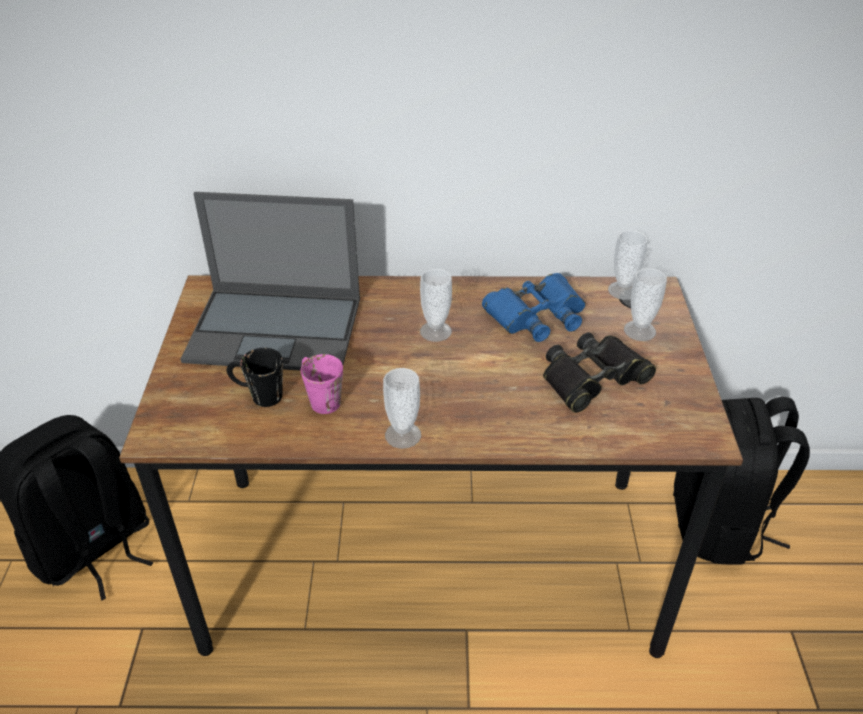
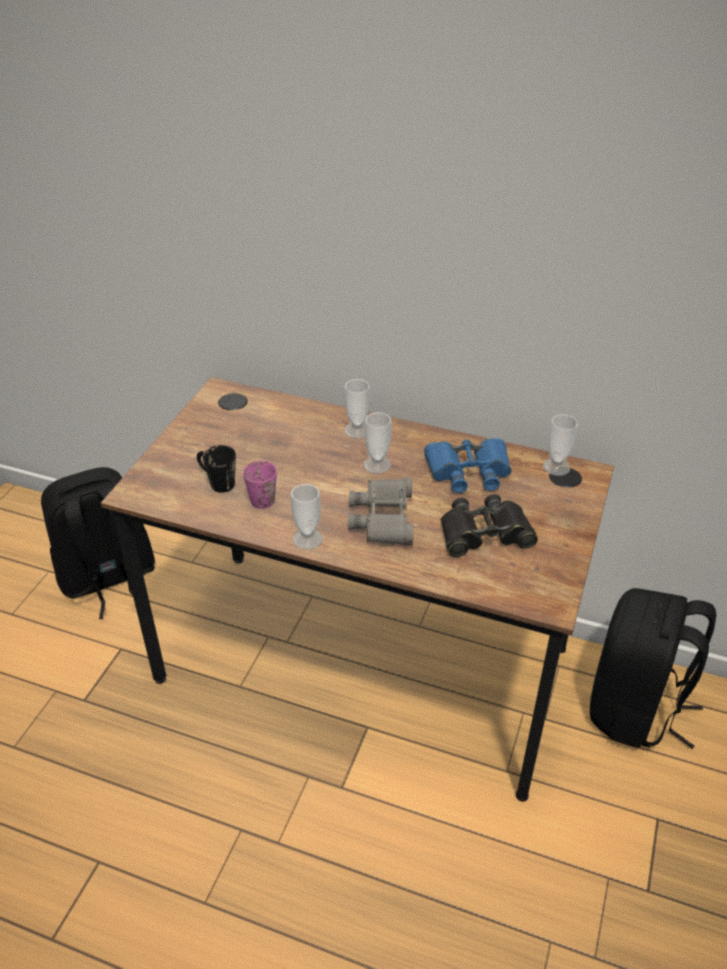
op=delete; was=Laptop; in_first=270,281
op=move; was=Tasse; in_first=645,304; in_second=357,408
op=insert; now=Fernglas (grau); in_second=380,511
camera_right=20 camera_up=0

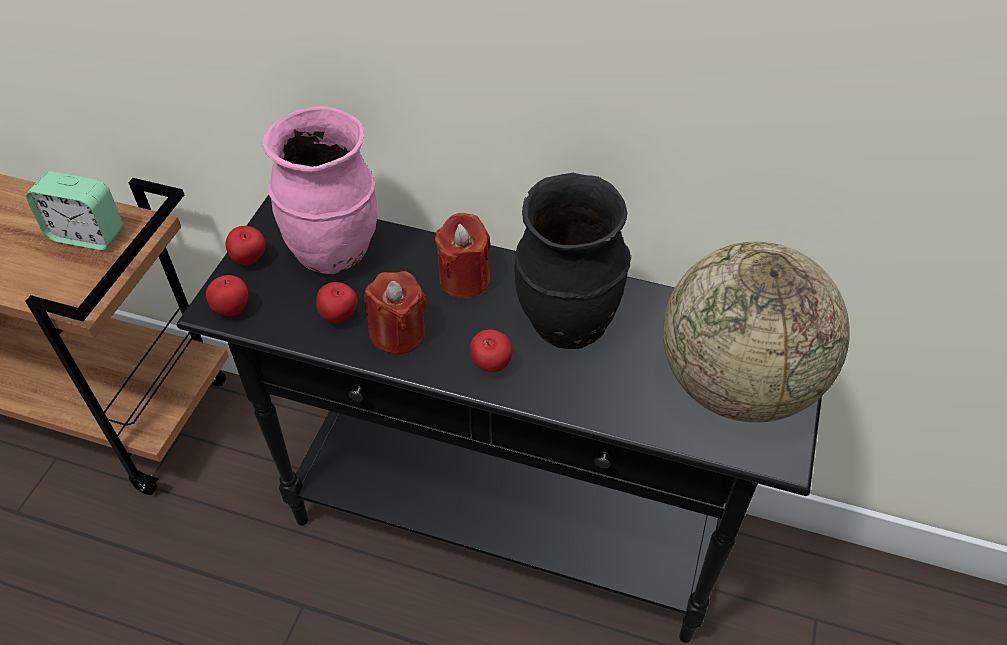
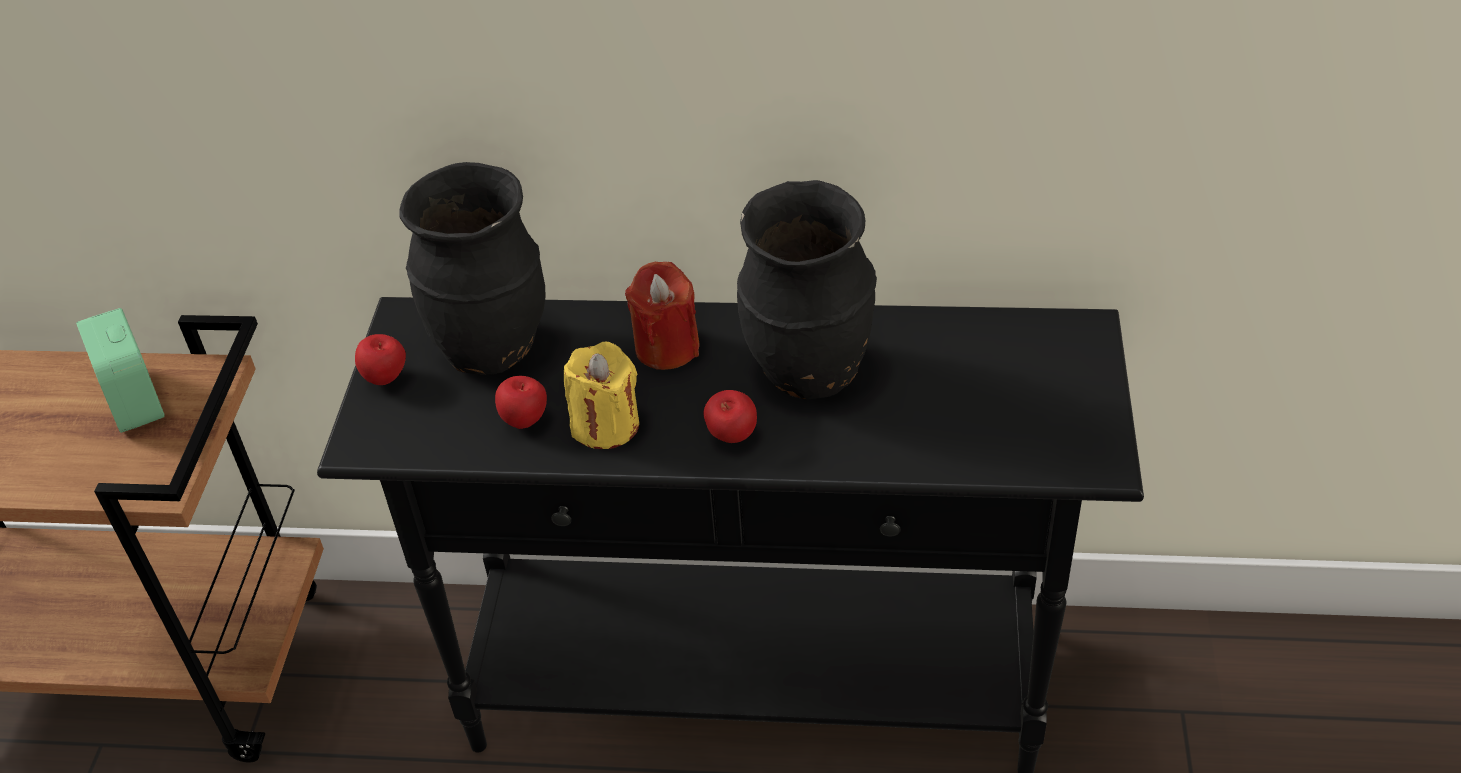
op=rotate; was=Wecker; in_first=74,211; in_second=120,370; clockwise=60
op=delete; was=Apfel; in_first=227,295
op=recolor; was=Vase (rosa); now=Vase (schwarz); in_first=320,190; in_second=472,268
op=recolor; was=Kerze (rot); now=Kerze (gelb); in_first=395,313; in_second=601,395
op=delete; was=Globus; in_first=756,332
camera_right=-10 camera_up=-5

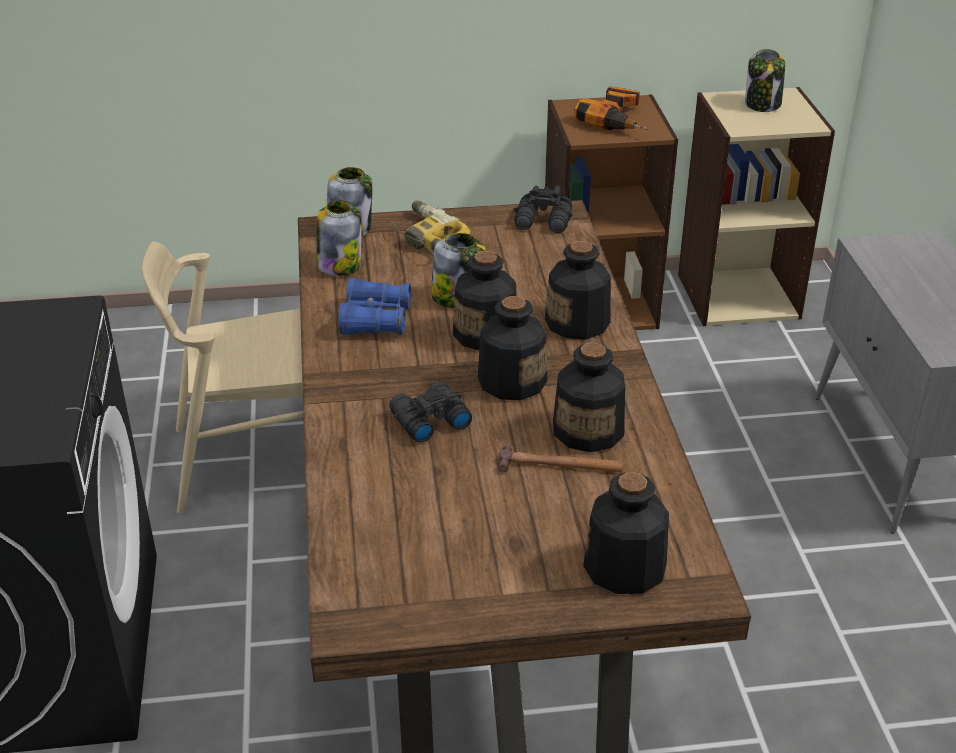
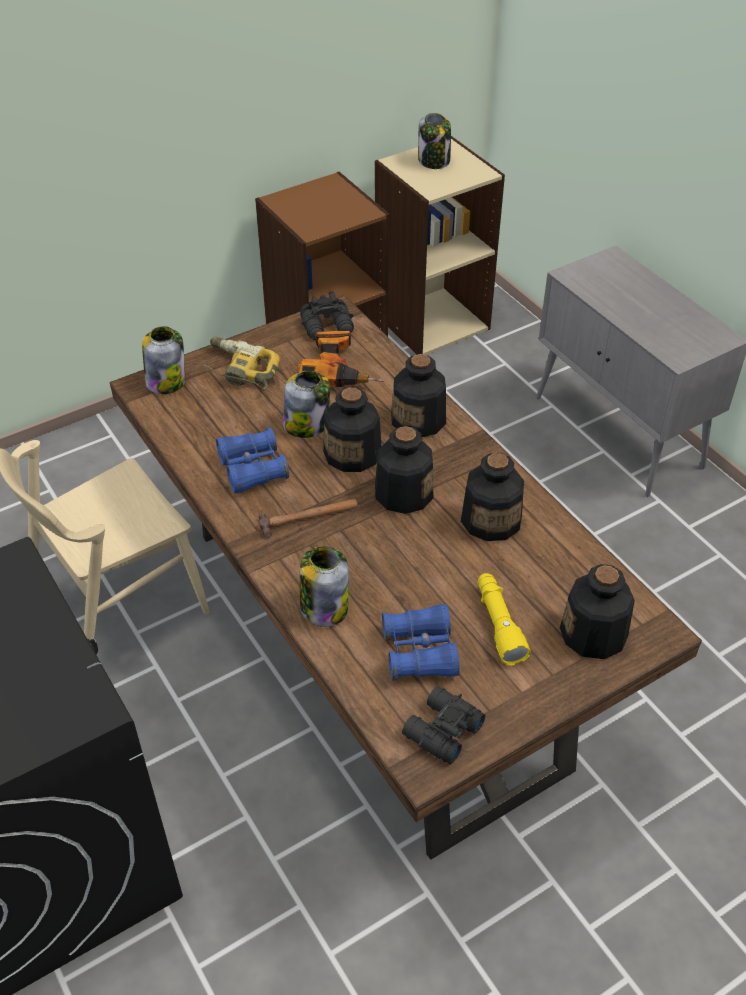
op=move; was=Vorratsglas; in_first=338,238; in_second=324,586
op=move; was=Fernglas (schwarz); in_first=430,412; in_second=444,725
op=move; was=Hammer; in_first=560,459; in_second=308,518
op=move; was=Bohrmaschine; in_first=611,108; in_second=340,359
op=insert; now=Fernglas (blau); in_second=421,642
op=insert; now=Taschenlampe (gelb); in_second=504,619
camera_right=-25 camera_up=10

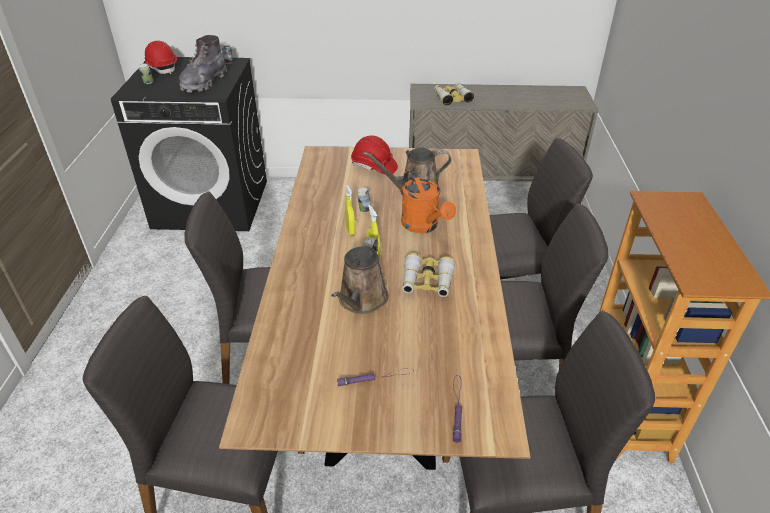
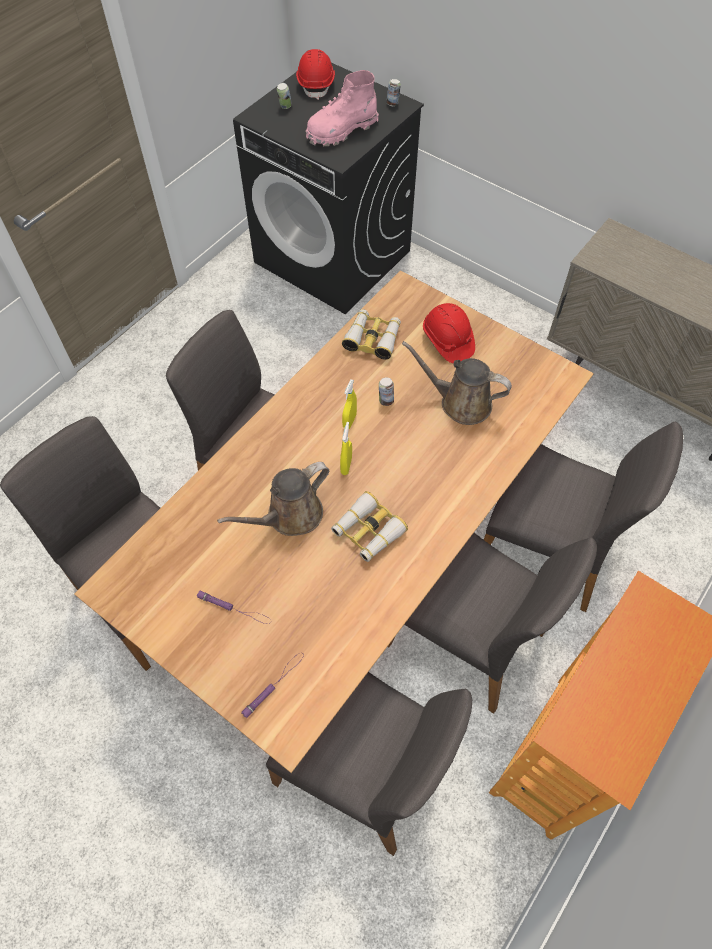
op=recolor; was=Stiefel (grau); now=Stiefel (rosa); in_first=203,64; in_second=342,108
op=delete; was=Gießkanne (orange); in_first=428,201
op=move; was=Fernglas; in_first=454,94; in_second=371,334
camera_right=35 camera_up=20

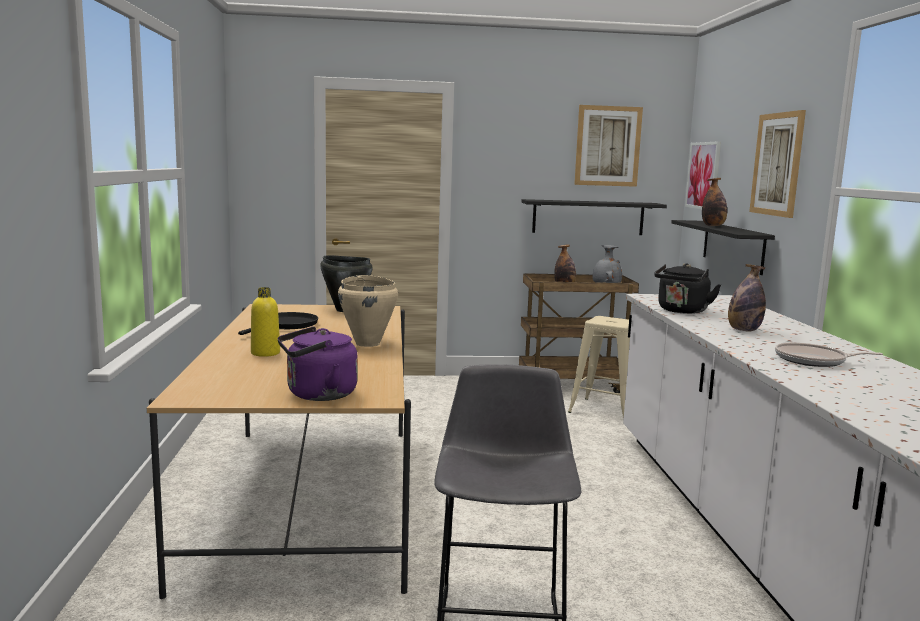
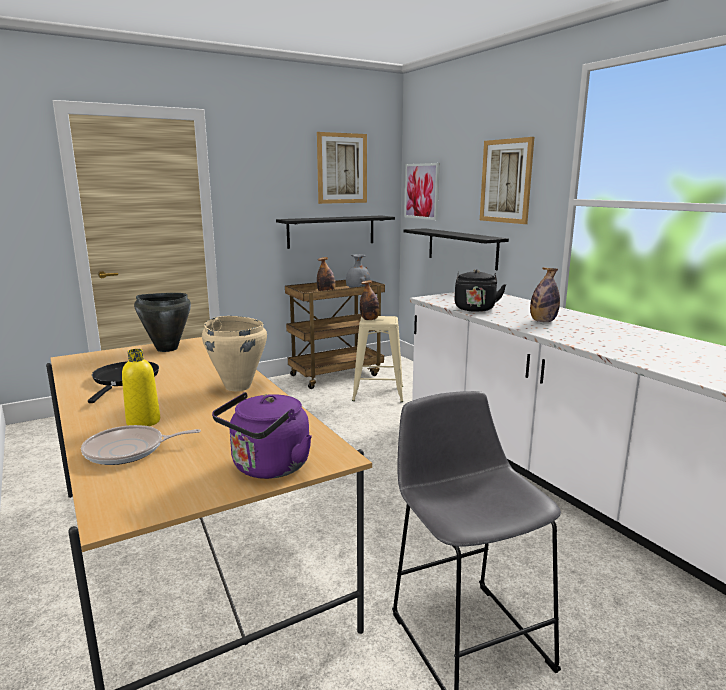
op=move; was=Flasche; in_first=714,202; in_second=370,300
op=move; was=Pfanne; in_first=829,355; in_second=141,445
camera_right=-25 camera_up=5

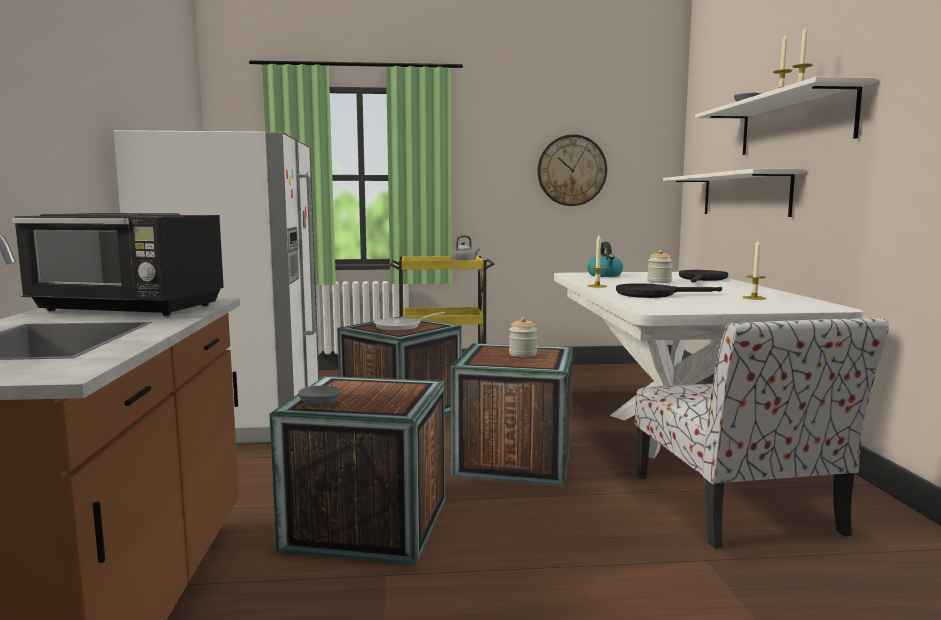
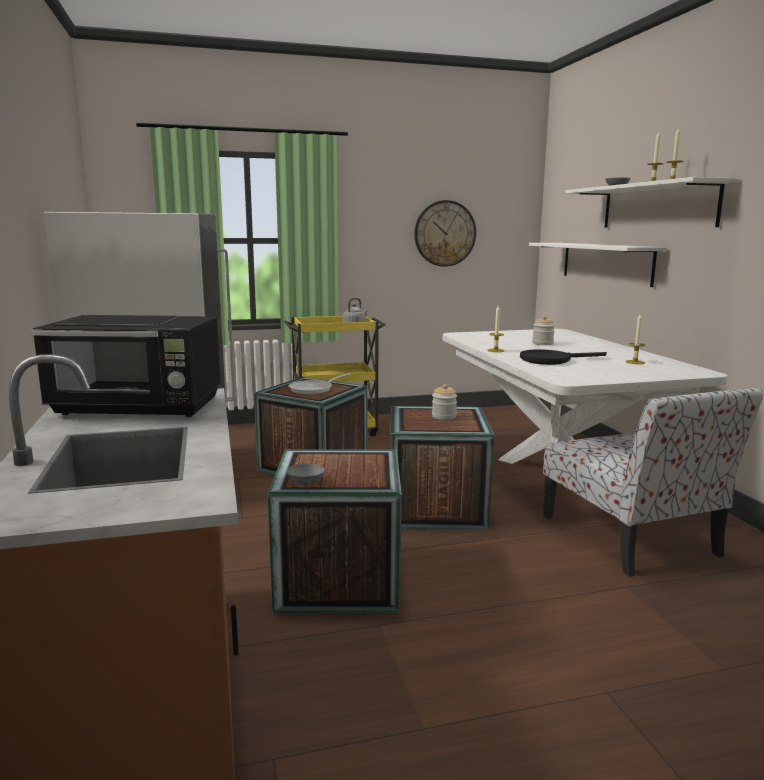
op=delete; was=Wasserkessel; in_first=605,259
op=delete; was=Pfanne (schwarz); in_first=703,276
camera_right=-10 camera_up=5

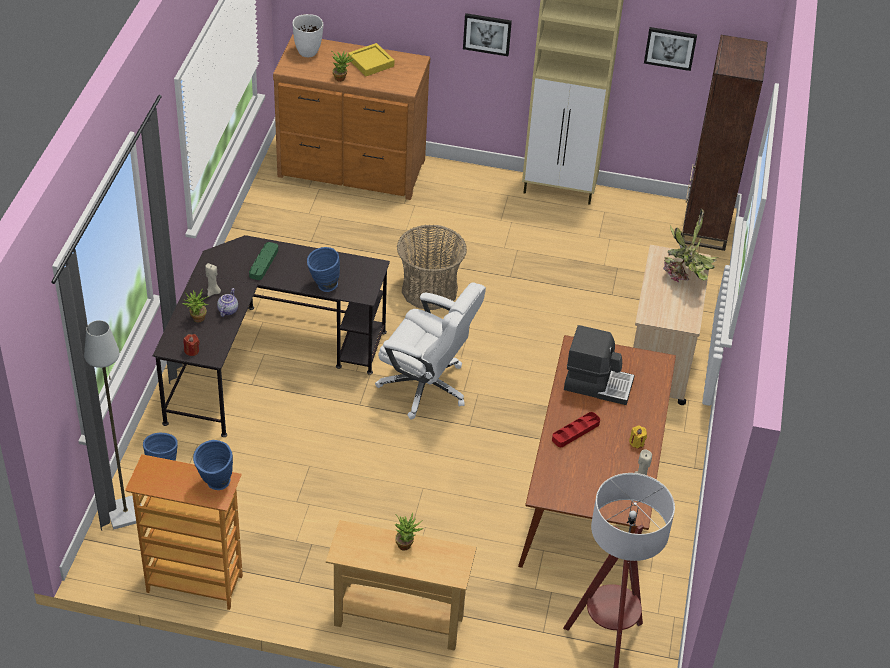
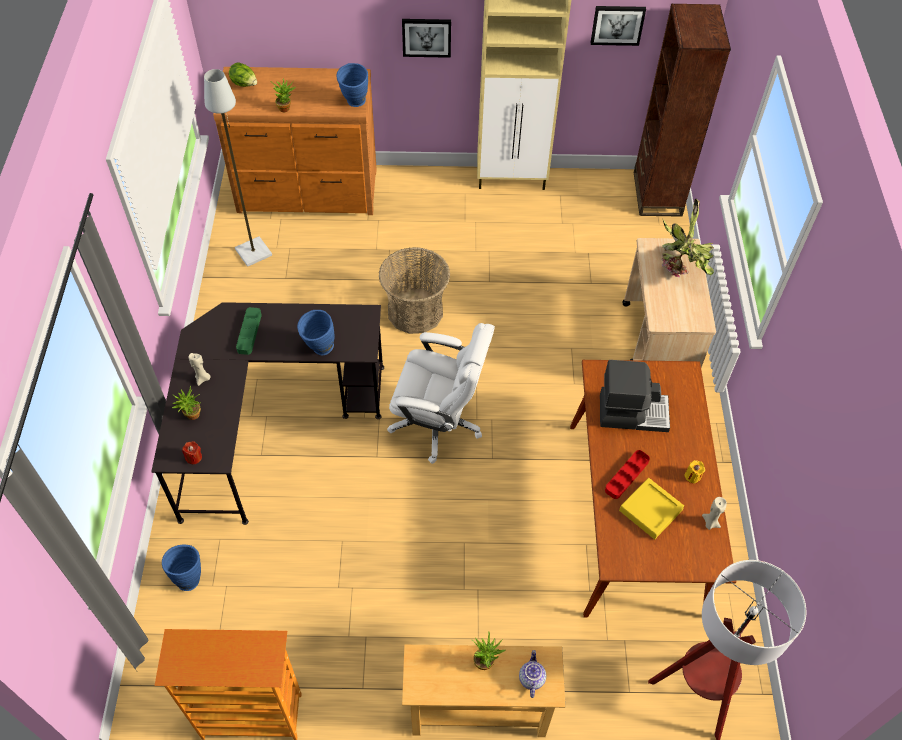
op=move; was=Stehlampe (grau); in_first=113,424; in_second=238,168
op=move; was=Vase (blau); in_first=213,465; in_second=352,85
op=move; was=Teekanne; in_first=227,302; in_second=532,674
op=replace; was=Vase (weiß); now=Salatkopf; in_first=308,35; in_second=243,74
op=move; was=Tablett (gelb); in_first=371,59; in_second=651,508
camera_right=-10 camera_up=10

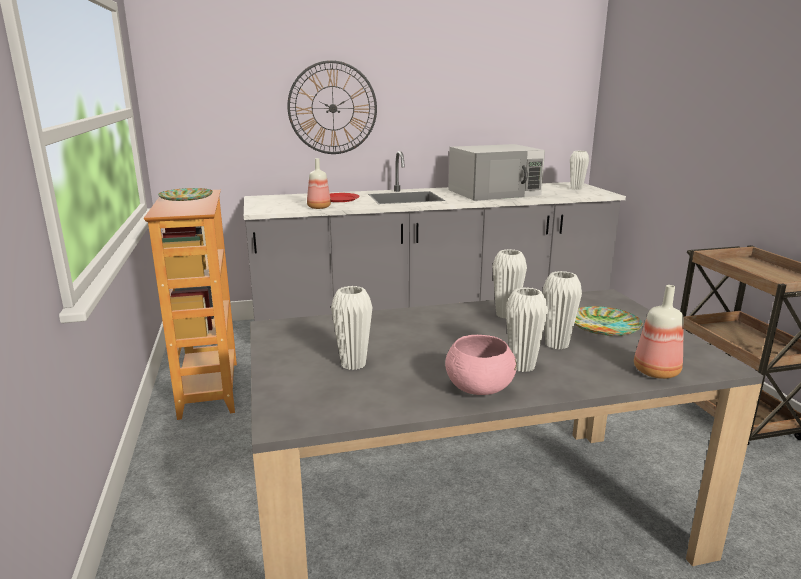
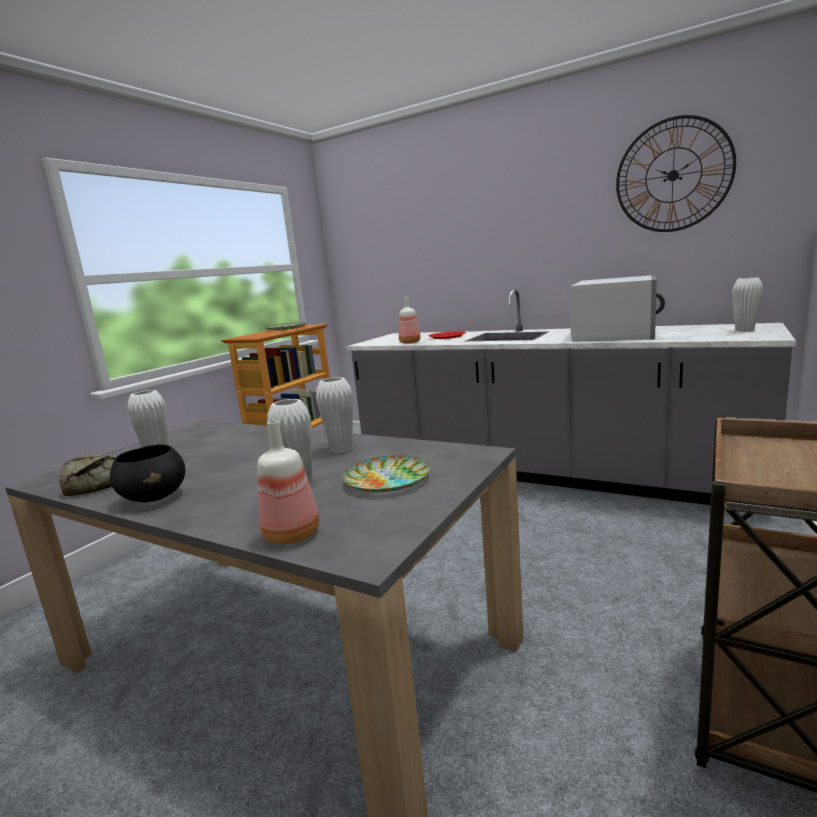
op=move; was=Wanduhr; in_first=332,107; in_second=676,173
op=recolor; was=Schüssel (rosa); now=Schüssel (schwarz); in_first=481,365; in_second=147,473
op=rotate; was=Mikrowelle (weiß); in_first=496,172; in_second=617,308; clockwise=-90
op=delete; was=Vase (weiß); in_first=527,329
op=insert; now=Brot; in_second=87,475
camera_right=45 camera_up=-5

